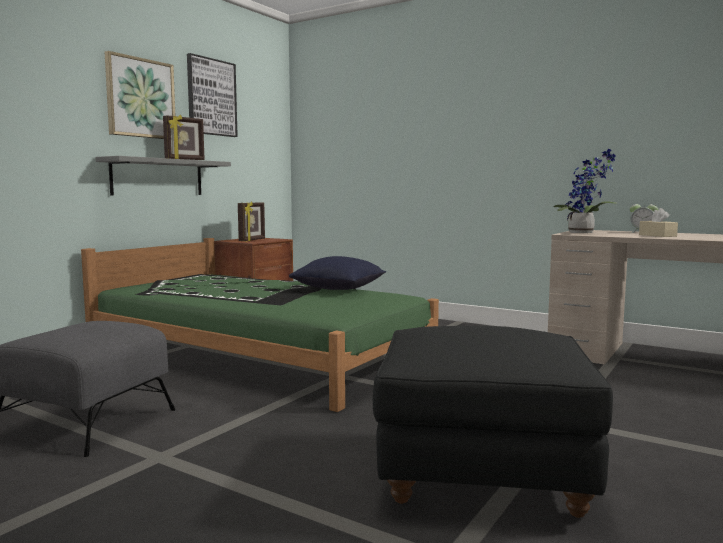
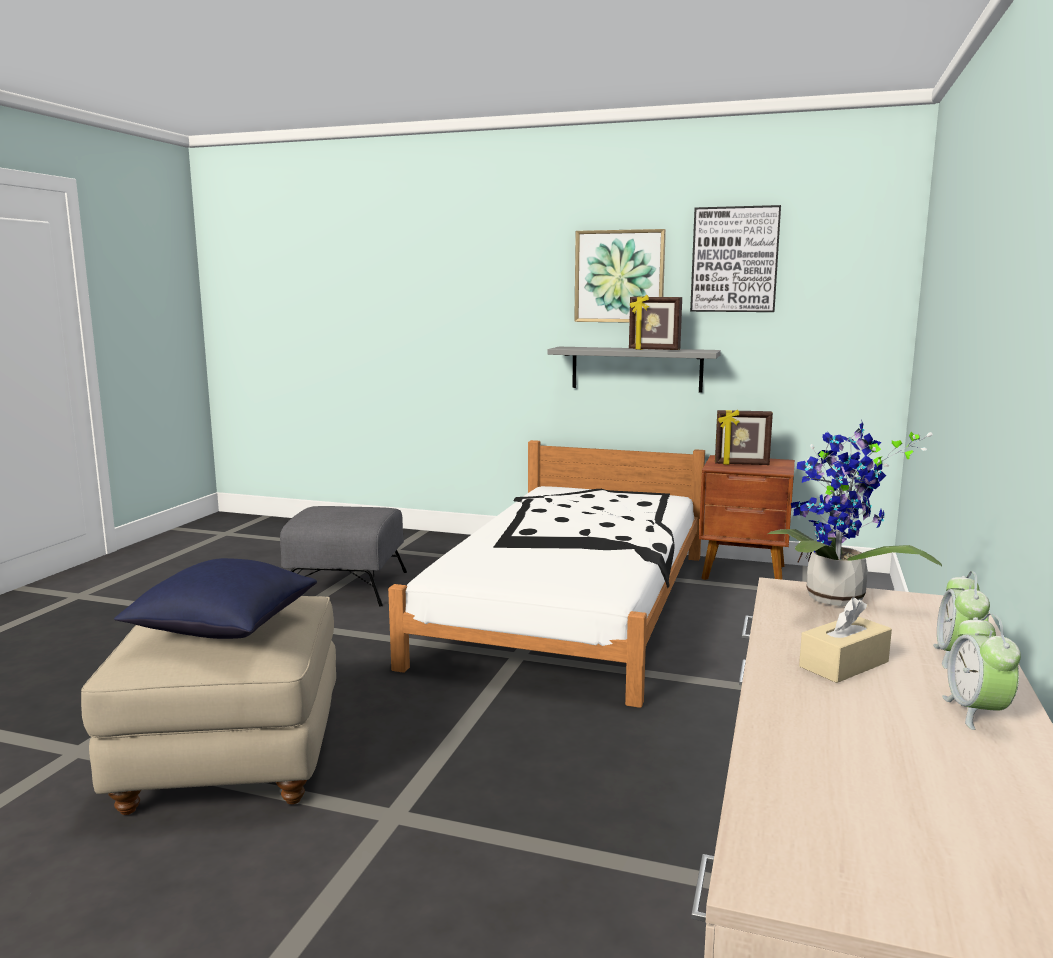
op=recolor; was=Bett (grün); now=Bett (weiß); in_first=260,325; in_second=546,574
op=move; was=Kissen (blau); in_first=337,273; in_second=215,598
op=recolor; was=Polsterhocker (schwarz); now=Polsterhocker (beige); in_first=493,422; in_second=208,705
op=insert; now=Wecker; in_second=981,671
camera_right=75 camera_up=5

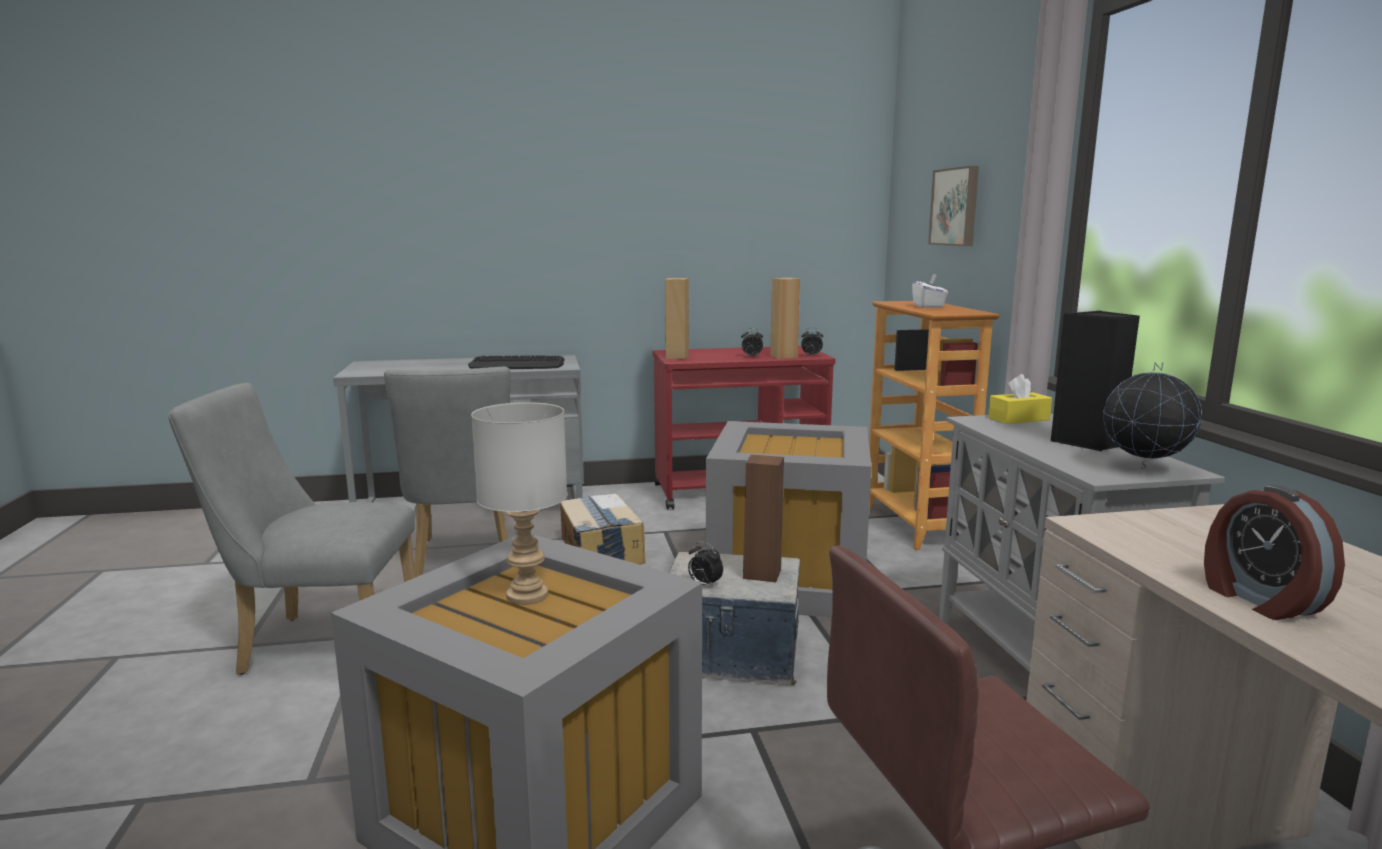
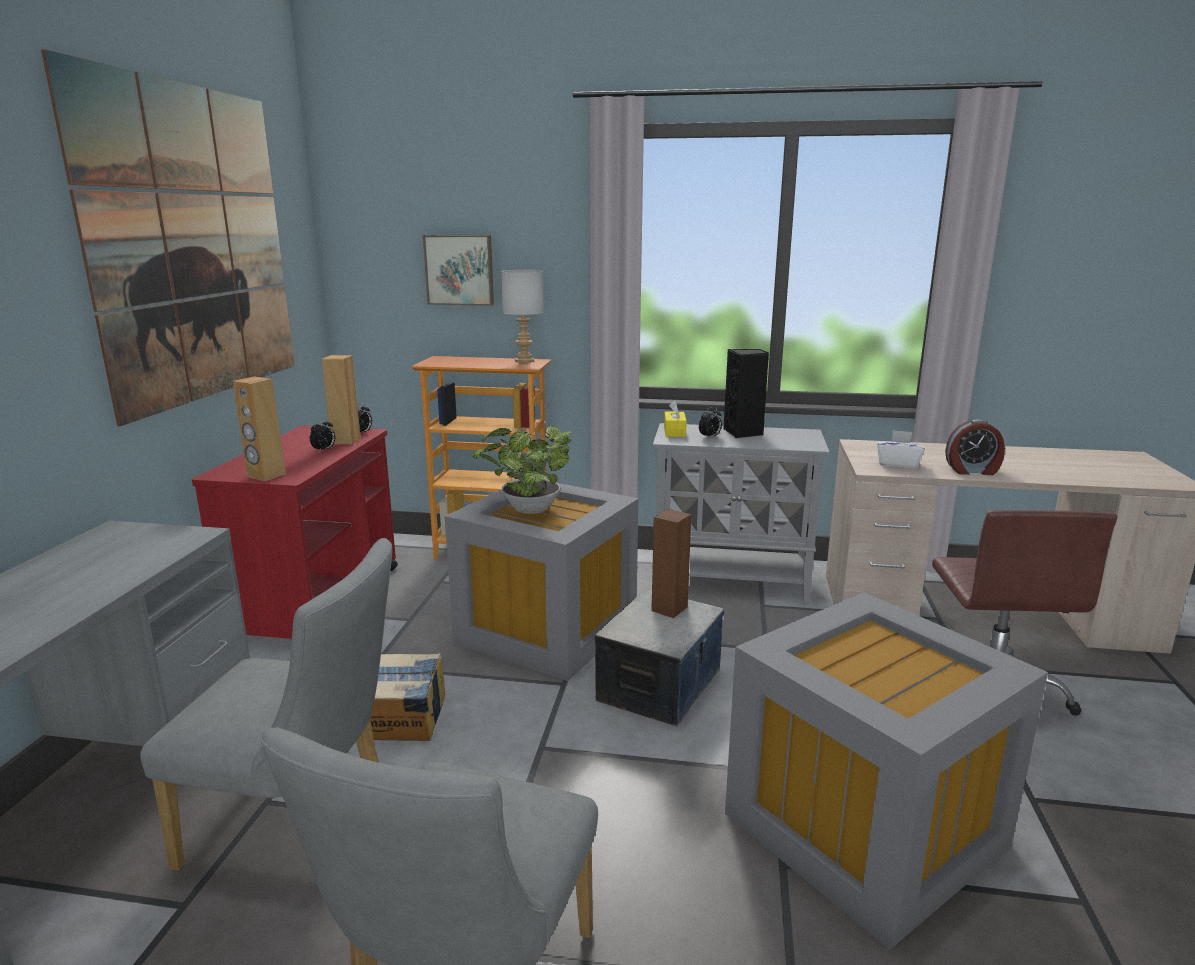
op=delete; was=Tastatur; in_first=516,362
op=move; was=Tischlampe (grau); in_first=519,503; in_second=522,316
op=move; was=Wecker; in_first=705,565; in_second=710,423
op=move; was=Taschentuchbox (weiß); in_first=930,291; in_second=900,449
op=delete; was=Globus; in_first=1152,416
op=insert; now=Bild; in_second=168,237
op=insert; now=Topfpflanze; in_second=522,470
camera_right=-70 camera_up=5

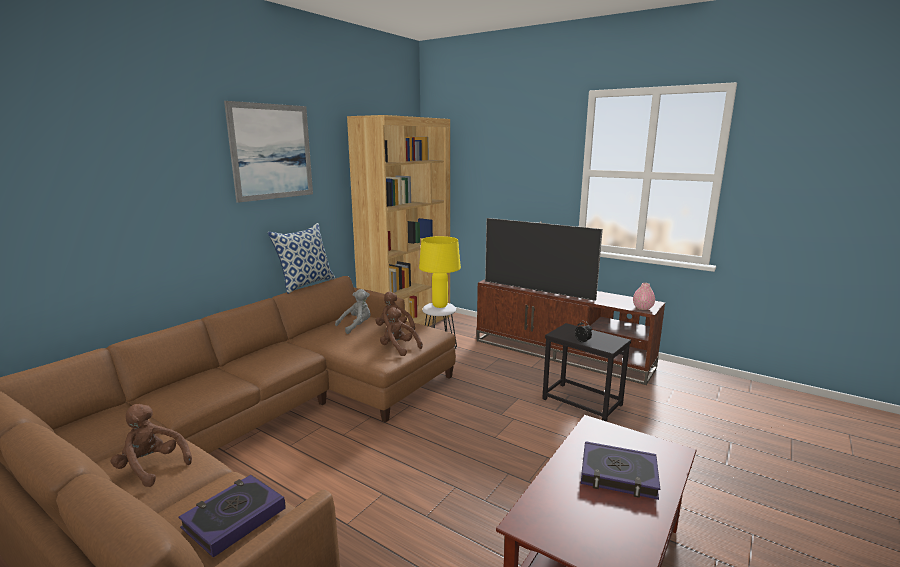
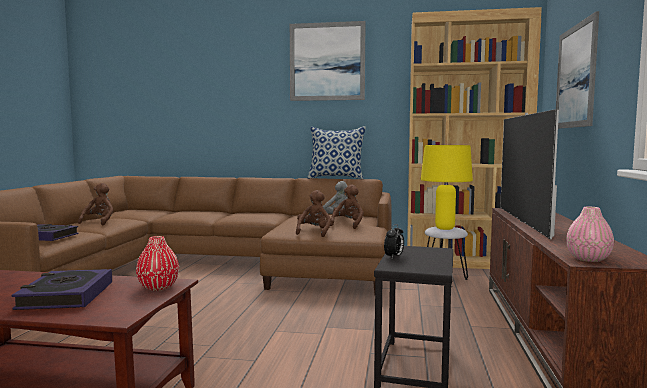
op=insert; now=Vase (rot); in_second=157,263
op=insert; now=Bild; in_second=577,70
camera_right=65 camera_up=-10

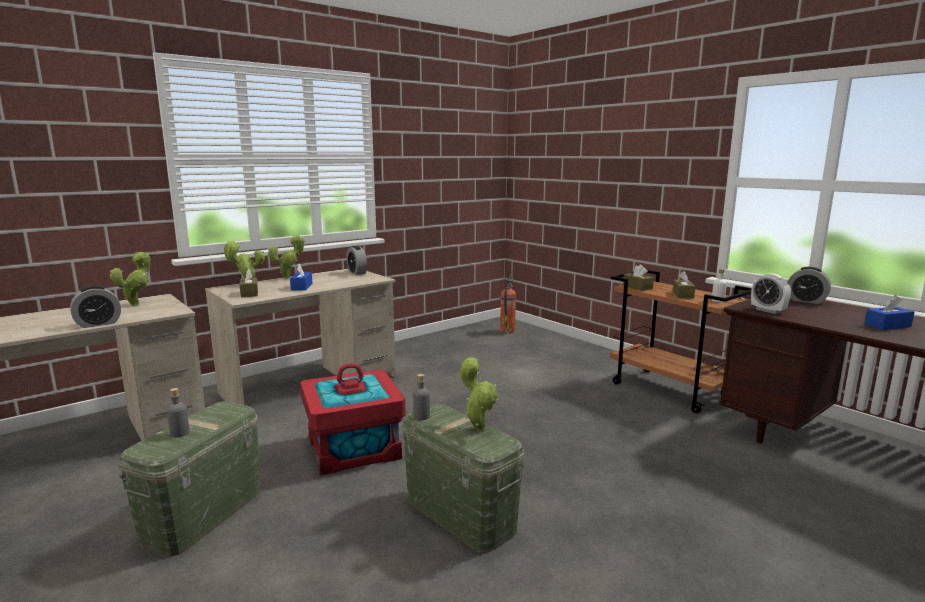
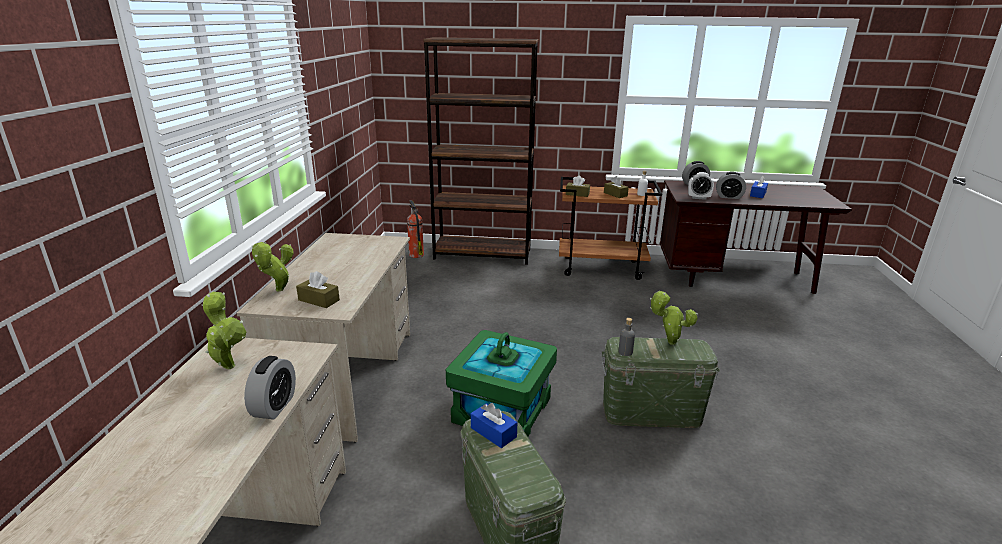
op=delete; was=Flasche (grau); in_first=178,412
op=delete; was=Topfpflanze; in_first=286,257
op=move; was=Taschentuchbox (blau); in_first=301,277; in_second=494,425
op=recolor; was=Aufbewahrungsbox (rot); now=Aufbewahrungsbox (grün); in_first=353,419; in_second=501,383
op=move; was=Wecker; in_first=356,260; in_second=731,185
op=insert; now=Bücherregal (braun); in_second=480,151
camera_right=-45 camera_up=10

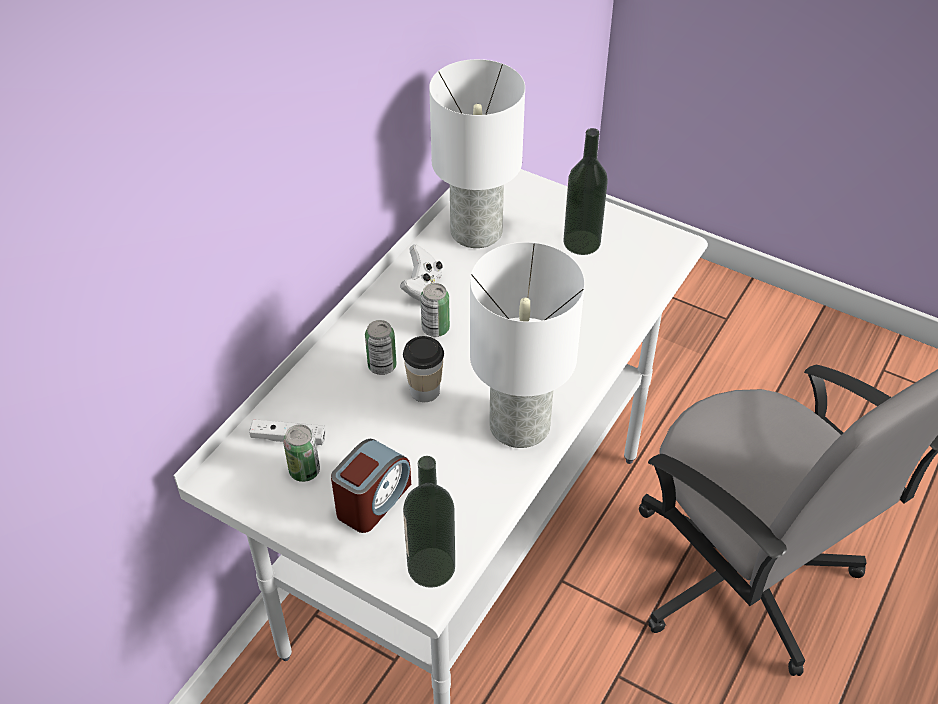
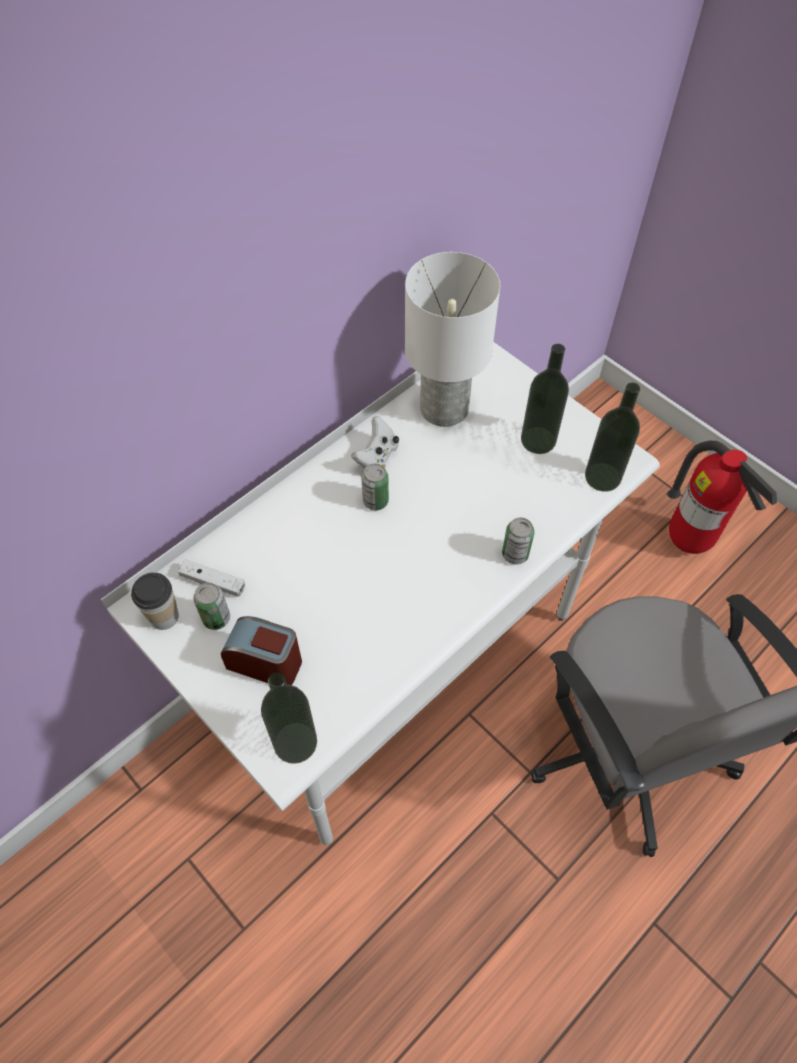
op=rotate; was=Wecker; in_first=371,486; in_second=261,650; clockwise=-120
op=move; was=Dose; in_first=381,347; in_second=518,541
op=move; was=Tasse; in_first=423,369; in_second=155,601
op=delete; was=Tischlampe (weiß); in_first=527,345
op=insert; now=Flasche; in_second=612,437
op=insert; now=Feuerlöscher; in_second=722,497
camera_right=15 camera_up=10

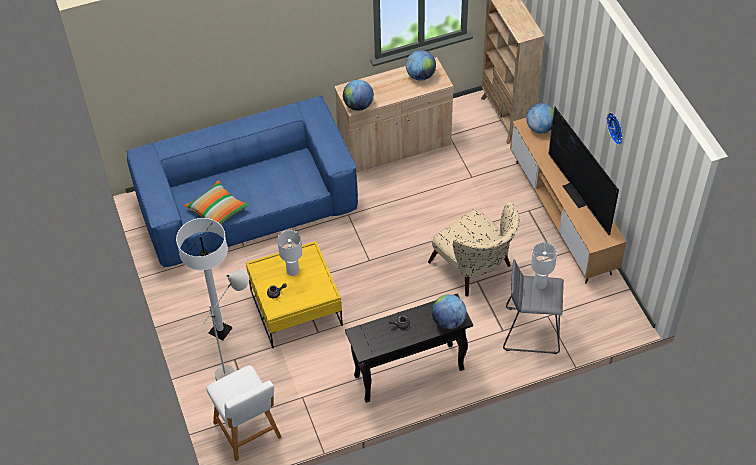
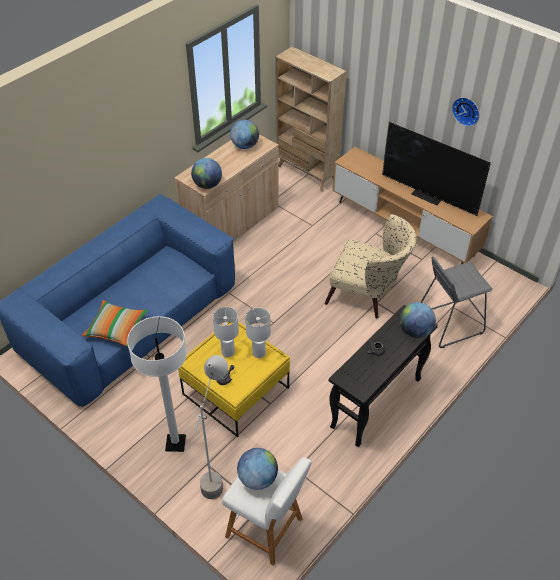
op=move; was=Globus; in_first=540,118; in_second=257,469
op=move; was=Tischlampe (weiß); in_first=544,265; in_second=258,333
camera_right=-30 camera_up=-5

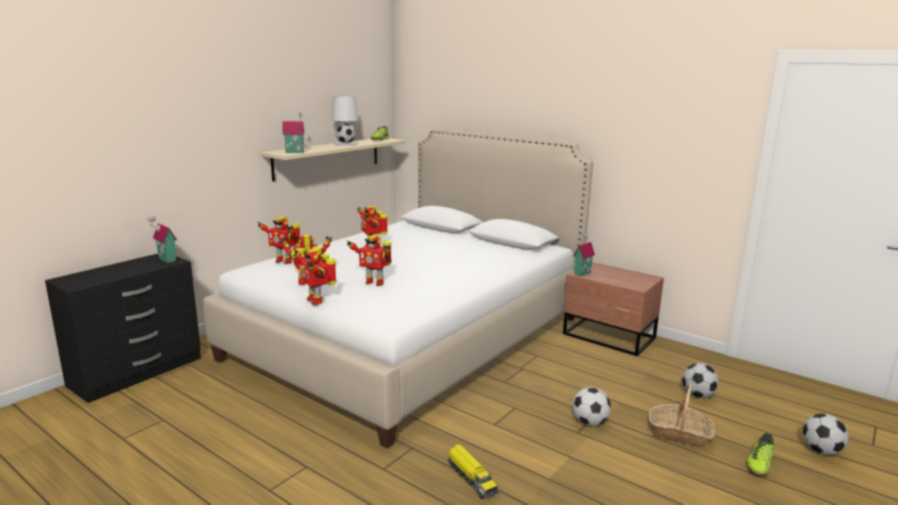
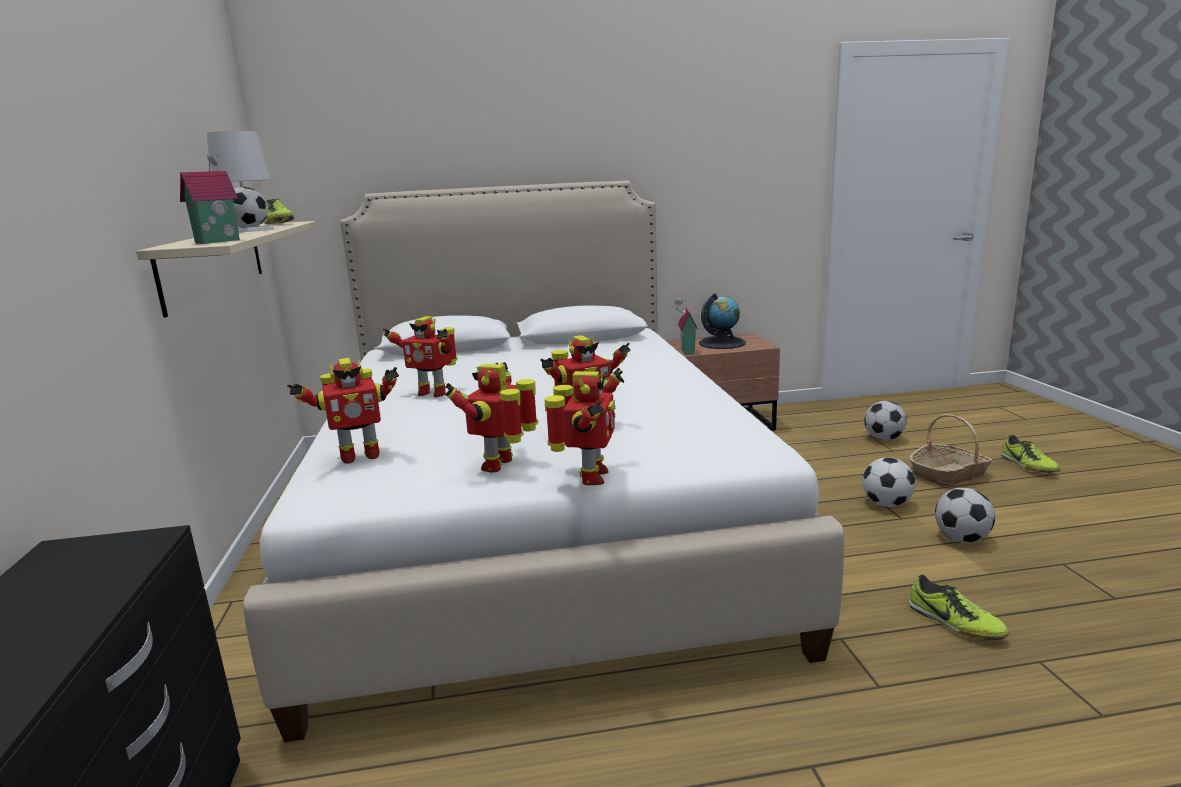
op=delete; was=Spielzeughaus; in_first=162,239
op=rotate; was=Spielzeugroboter; in_first=315,276; in_second=584,426; clockwise=-90
op=replace; was=Spielzeuglaster; now=Schuh; in_first=473,471; in_second=959,607
op=move; was=Fußball; in_first=826,434; in_second=965,515
op=insert; now=Globus; in_second=722,321
camera_right=-45 camera_up=0

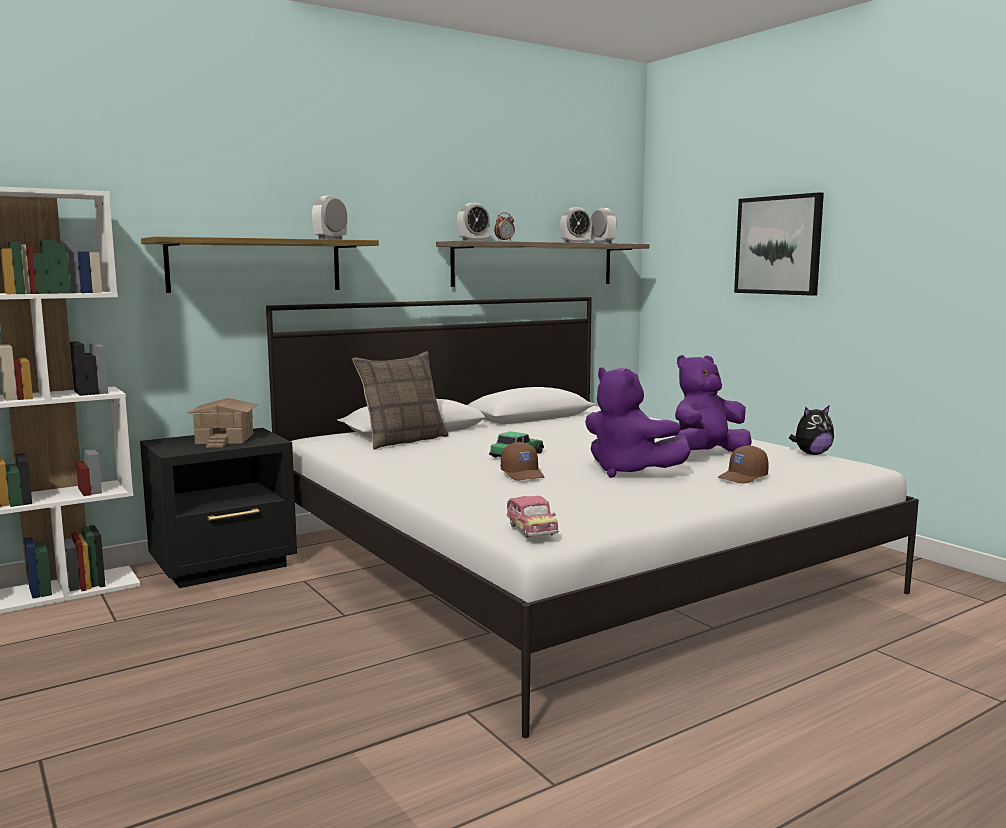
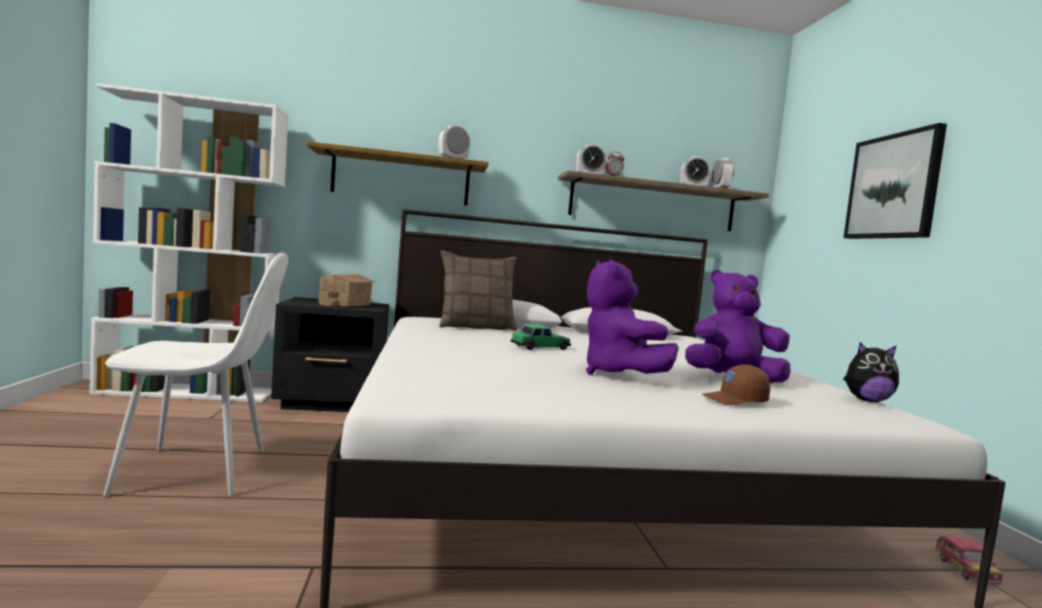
op=delete; was=Kappe (braun); in_first=523,461
op=move; was=Spielzeugauto; in_first=533,516; in_second=968,560
op=insert; now=Stuhl (weiß); in_second=195,374
camera_right=25 camera_up=-5

